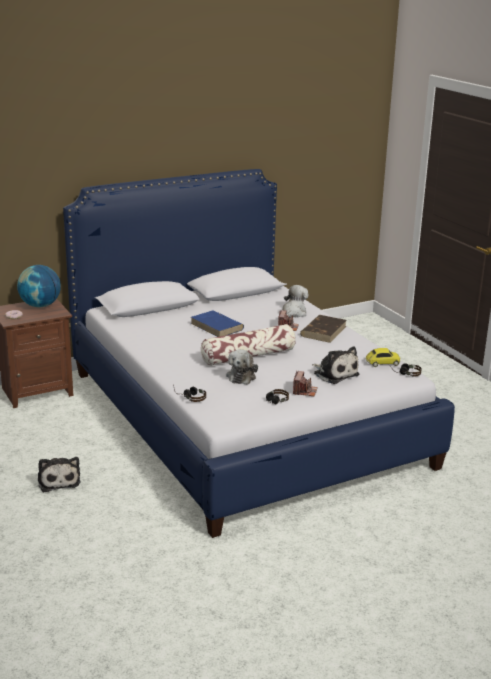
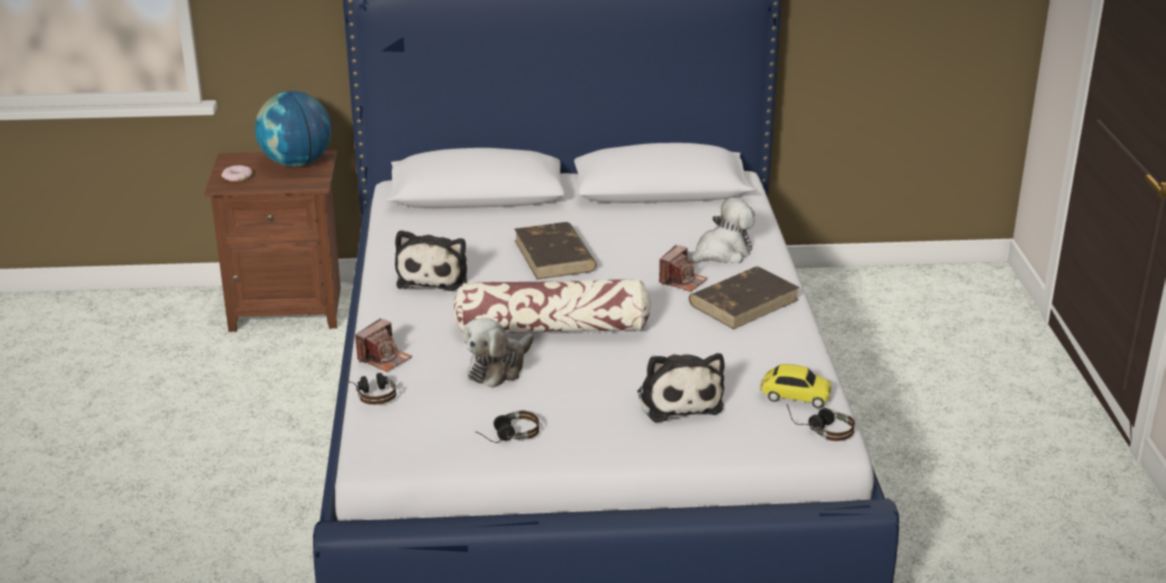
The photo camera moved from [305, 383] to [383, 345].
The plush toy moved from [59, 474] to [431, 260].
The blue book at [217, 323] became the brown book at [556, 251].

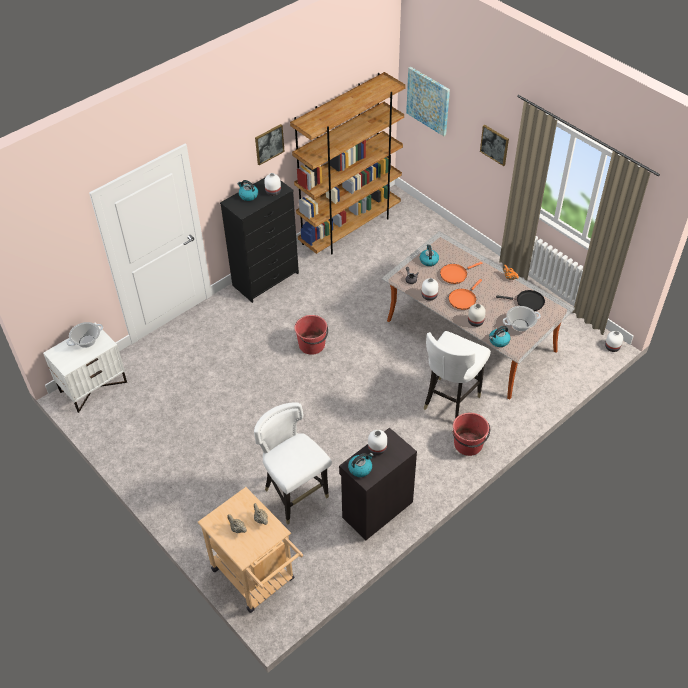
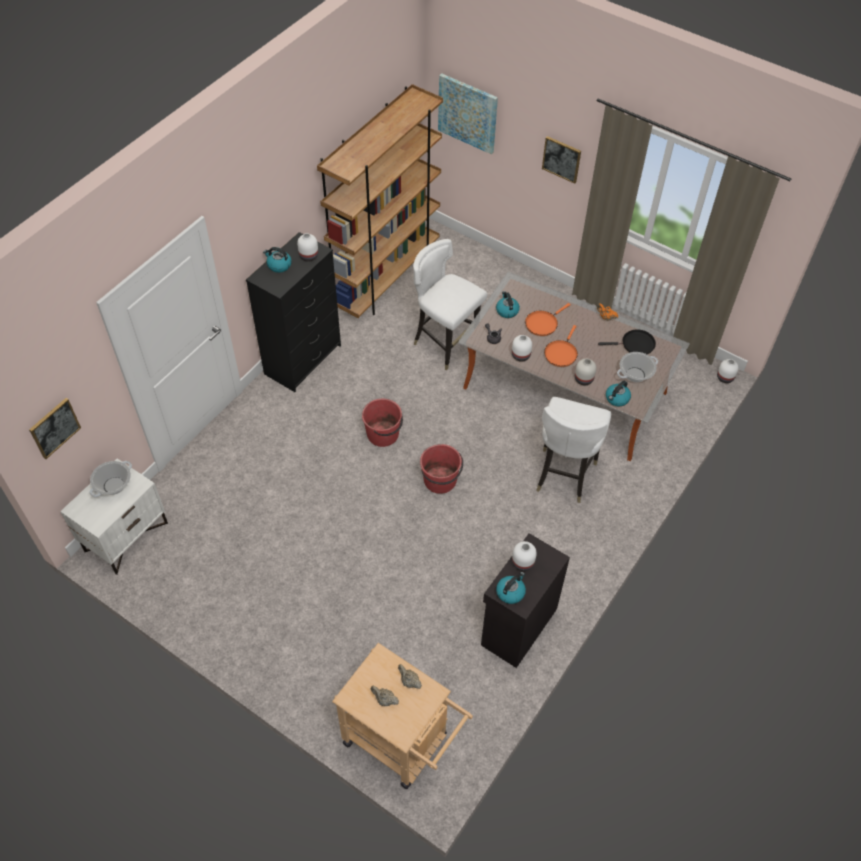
The picture moved from [269, 144] to [55, 428].
The white chair moved from [293, 463] to [450, 305].
The red bucket moved from [472, 434] to [441, 469].

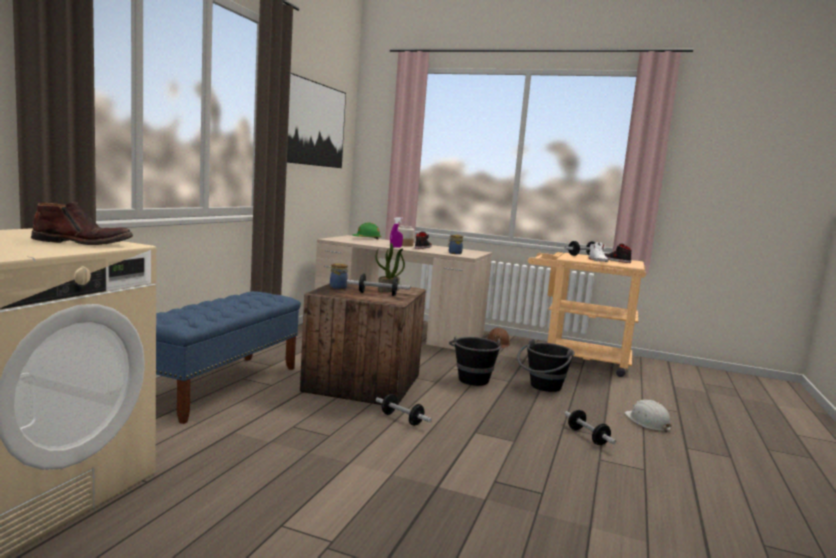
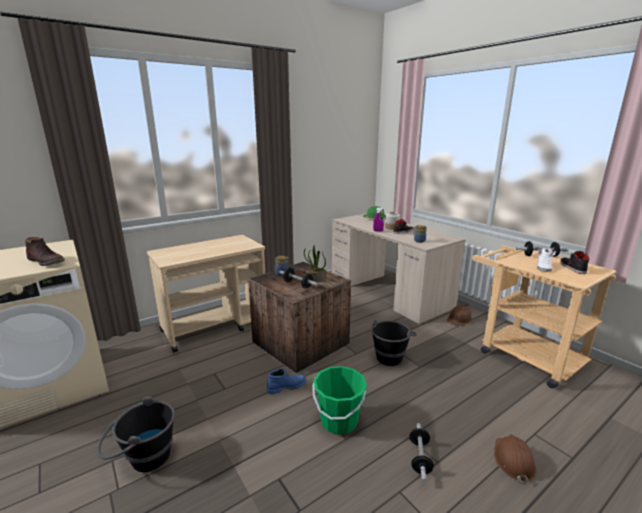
The black bucket moved from [546, 365] to [136, 434].
The blue bench at [228, 357] was replaced by the beige cart at [206, 294].
The dumbbell at [404, 410] was replaced by the blue boot at [286, 381].
The green bucket at [339, 400] appeared.
The white hard hat at [648, 416] became the brown hard hat at [515, 459].
The picture at [316, 120] disappeared.

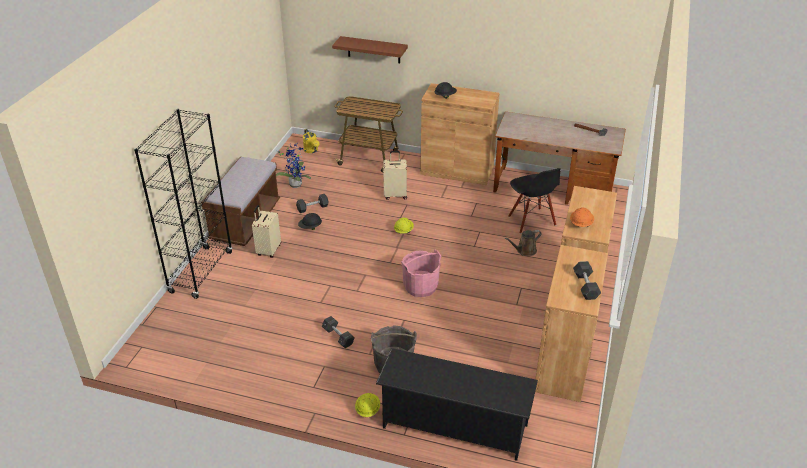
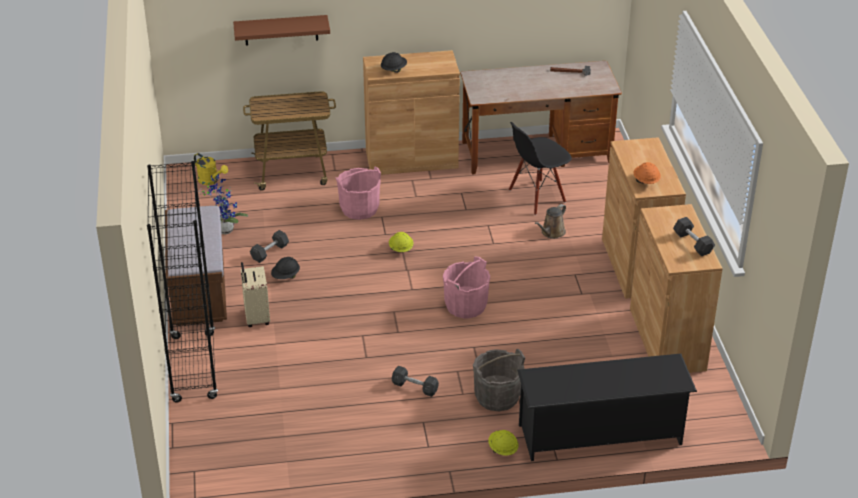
The beige suitcase at [395, 175] was replaced by the pink bucket at [358, 193].
The black chair at [534, 201] turned 105 degrees clockwise.

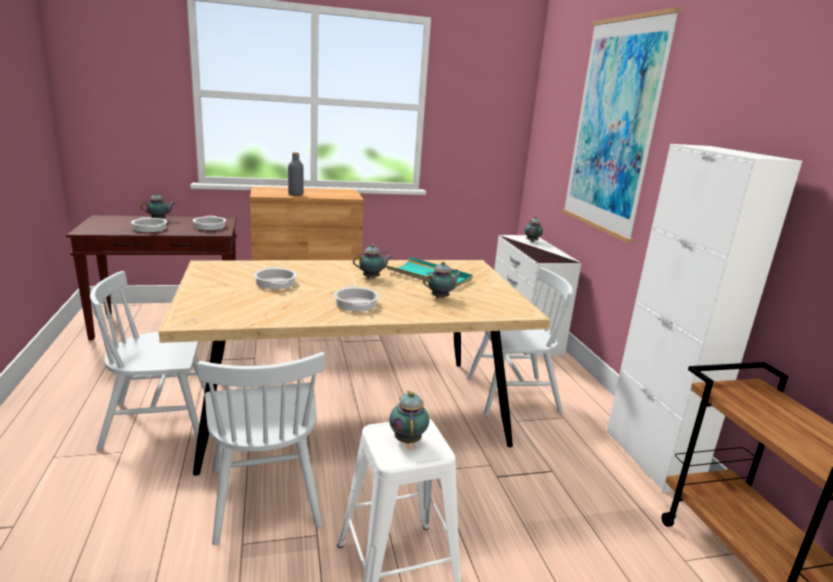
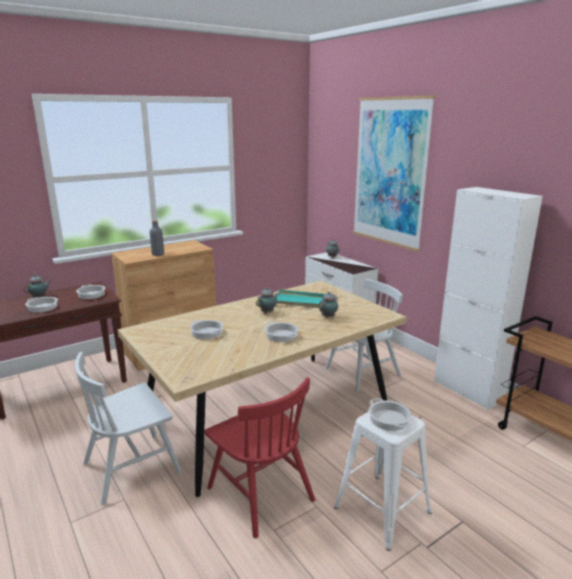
The white chair at [261, 448] became the red chair at [260, 457].
The teapot at [409, 417] was replaced by the cooking pot at [390, 414].

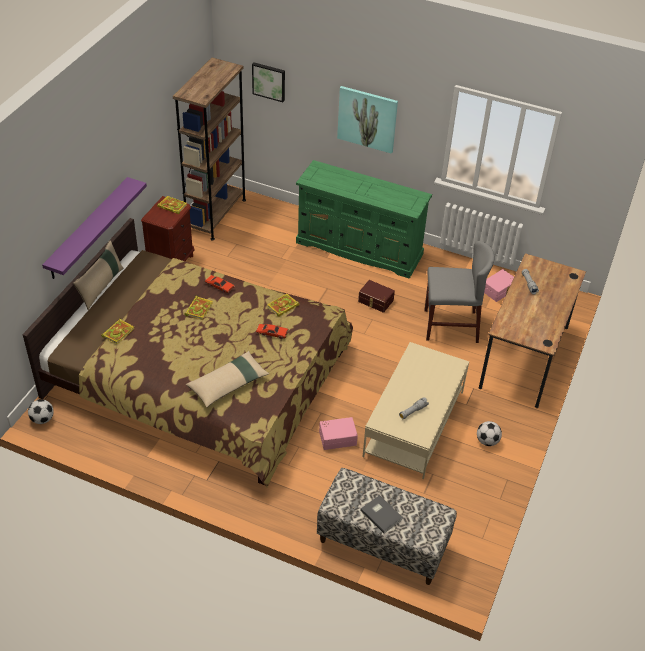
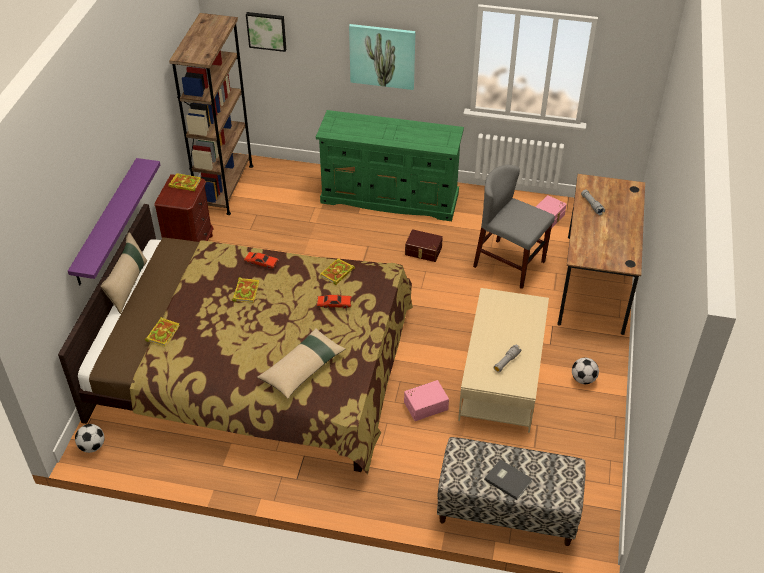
The grey chair at [460, 292] turned 135 degrees counterclockwise.

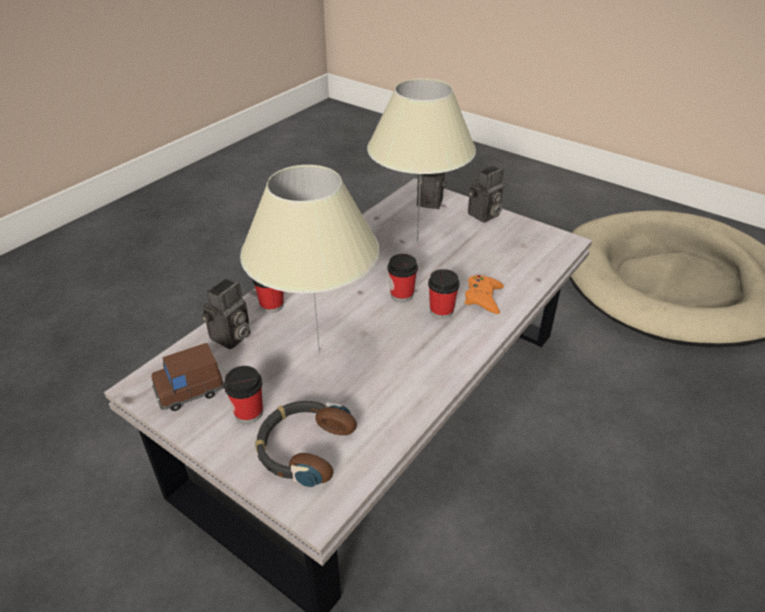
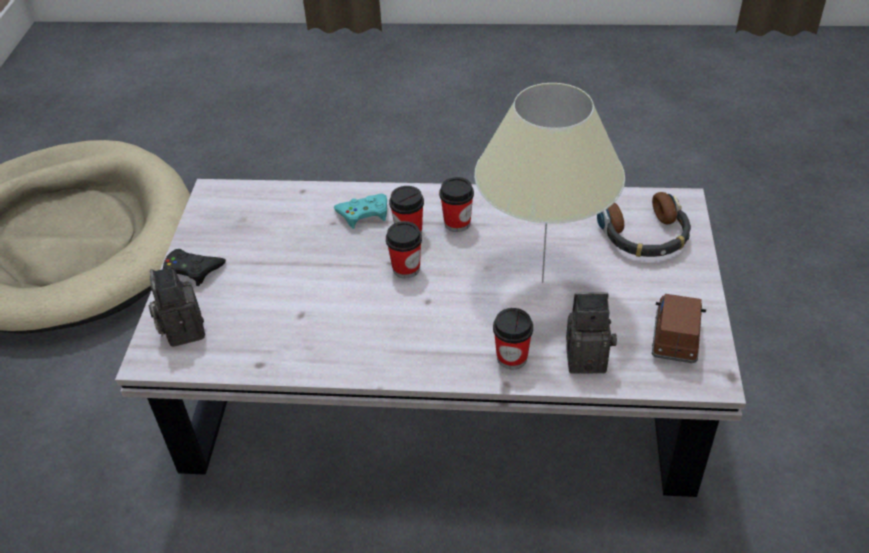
The photo camera at [486, 194] was replaced by the black game controller at [194, 267].
The orange game controller at [484, 294] became the turquoise game controller at [360, 211].
The cup moved from [243, 395] to [456, 204].
The brown toy car at [187, 377] turned 105 degrees counterclockwise.
The beige table lamp at [421, 159] disappeared.

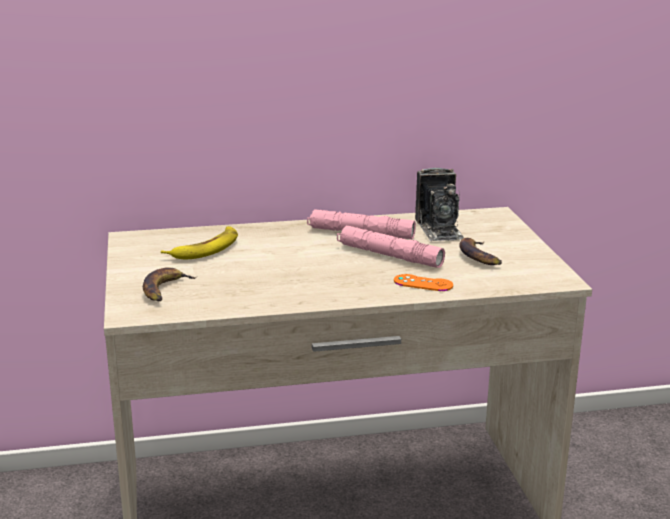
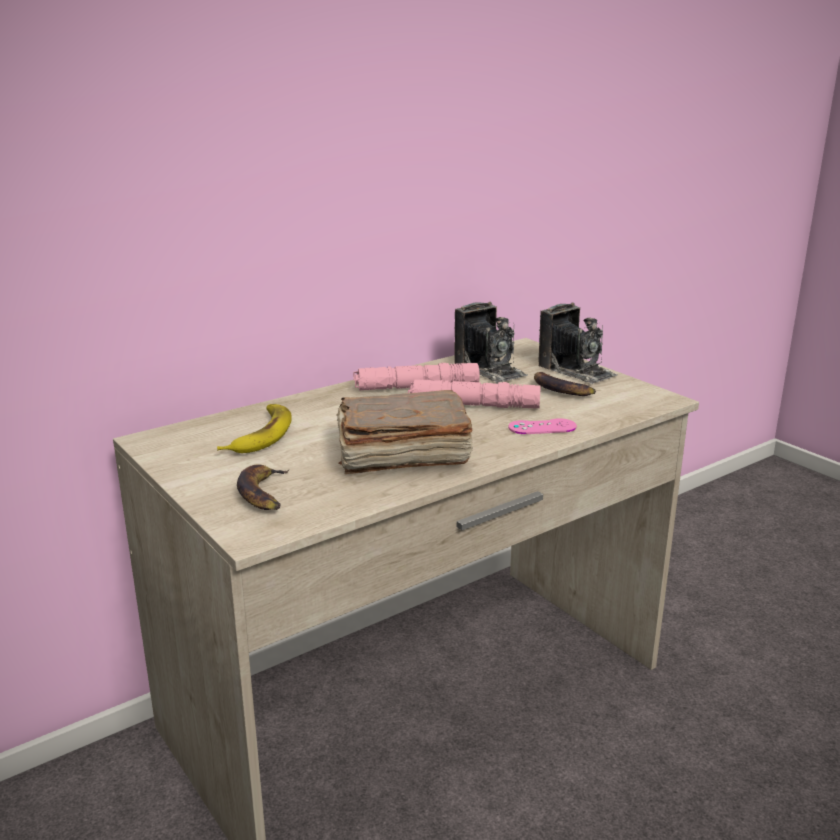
The brown book at [405, 432] appeared.
The orange game controller at [423, 282] became the pink game controller at [542, 426].
The photo camera at [577, 343] appeared.

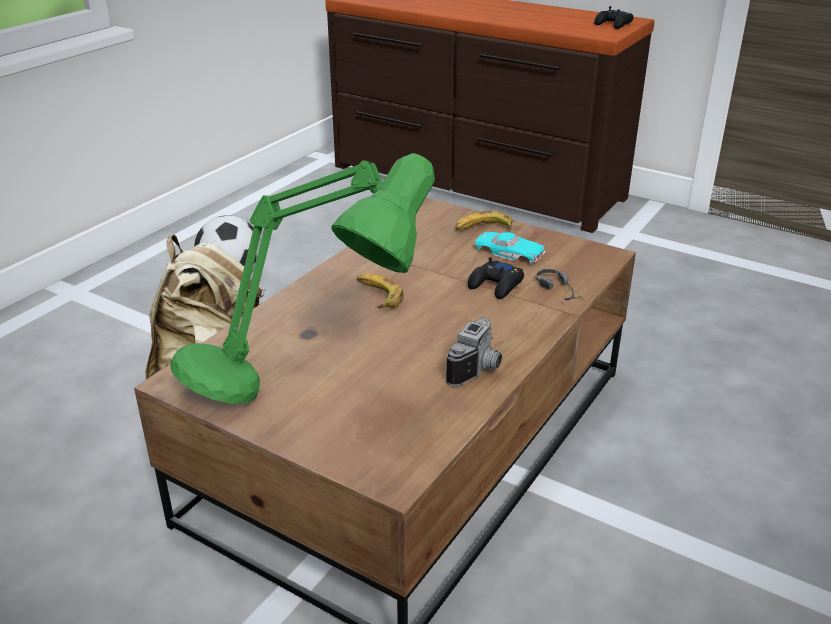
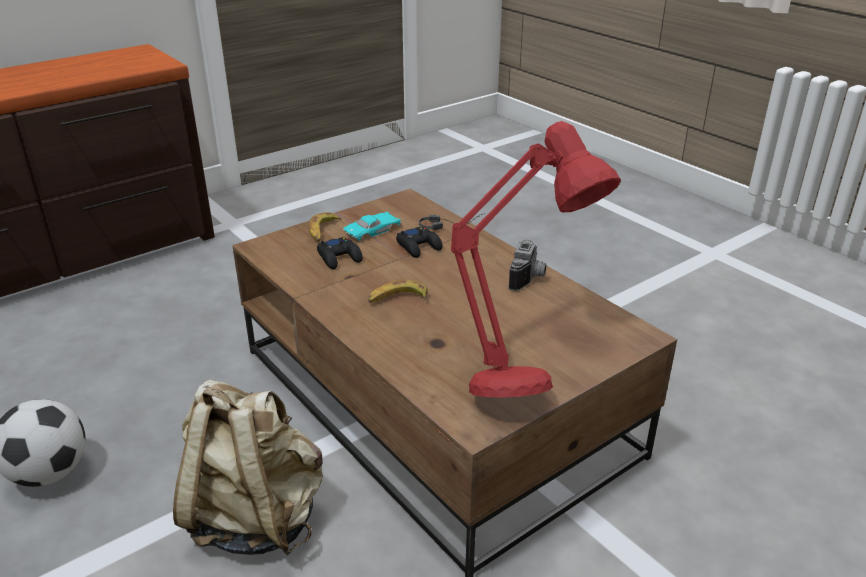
The black game controller moved from [614, 17] to [340, 253].
The green table lamp at [302, 278] became the red table lamp at [536, 259].
The photo camera at [474, 352] turned 60 degrees clockwise.

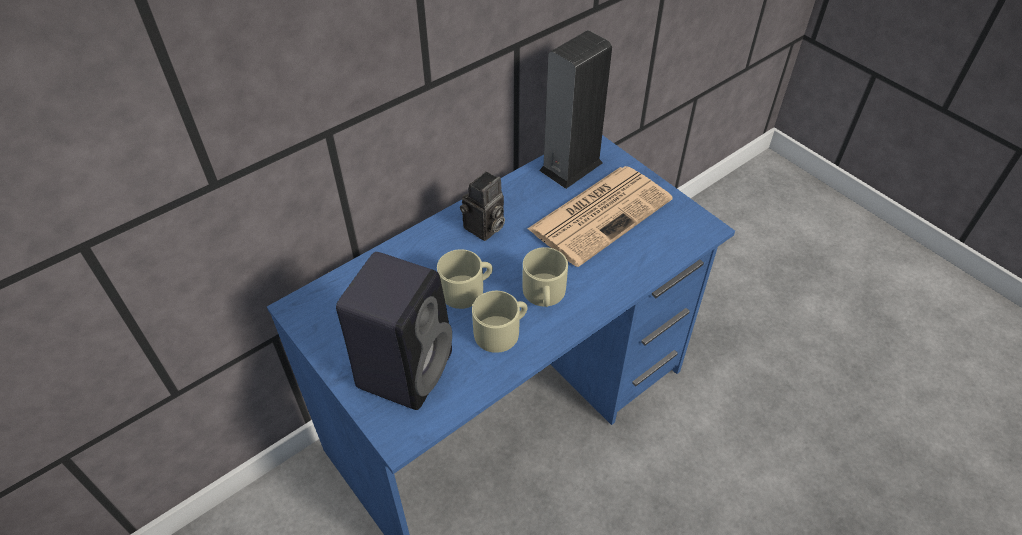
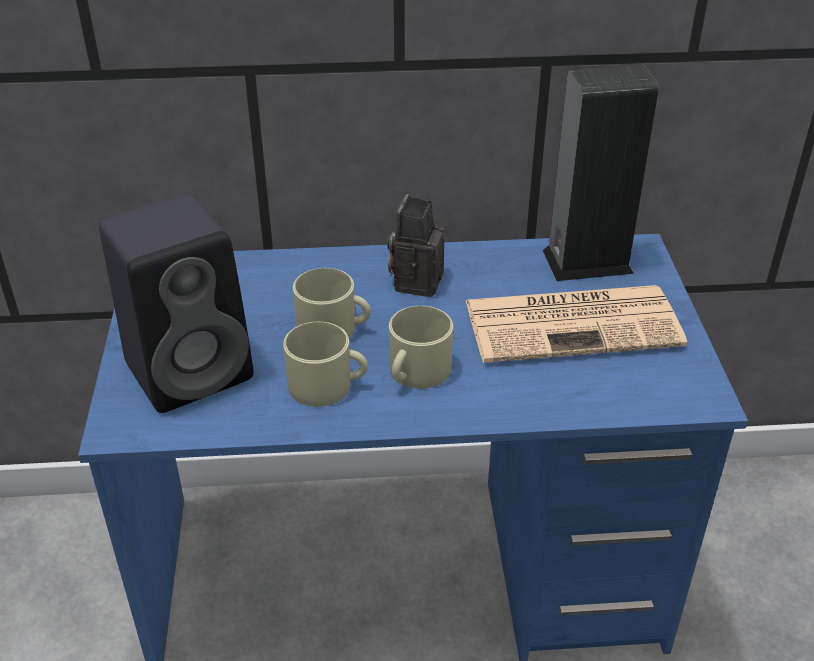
The photo camera at [482, 206] turned 120 degrees clockwise.

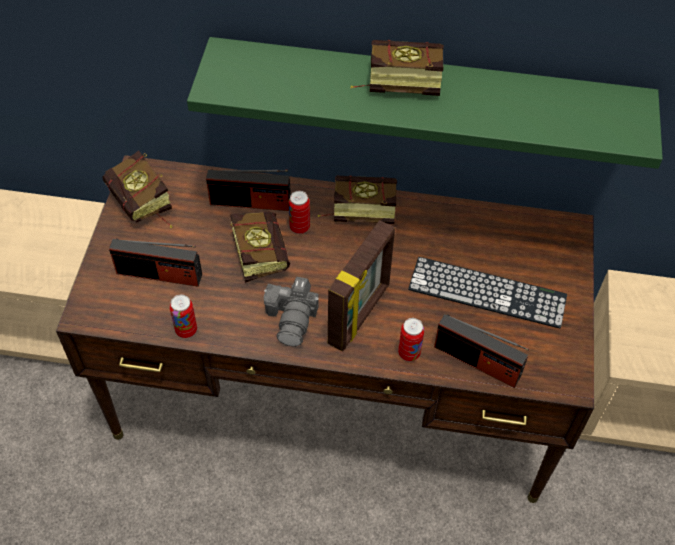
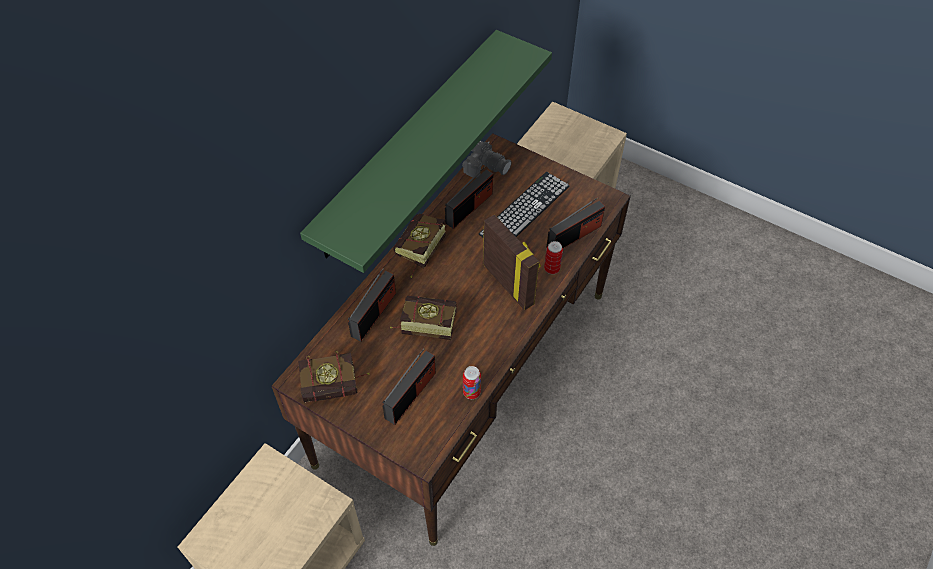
The radio at [469, 197] appeared.
The photo camera moved from [291, 312] to [486, 159].
The can at [299, 212] disappeared.
The book at [397, 68] disappeared.

